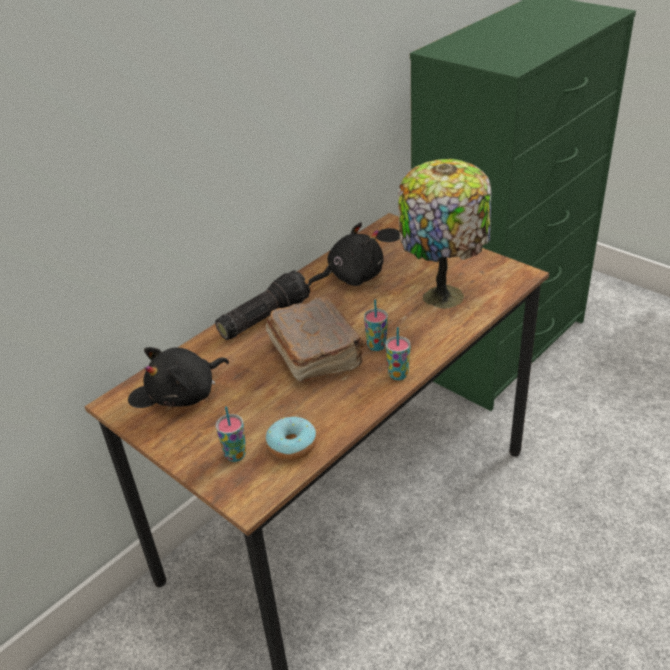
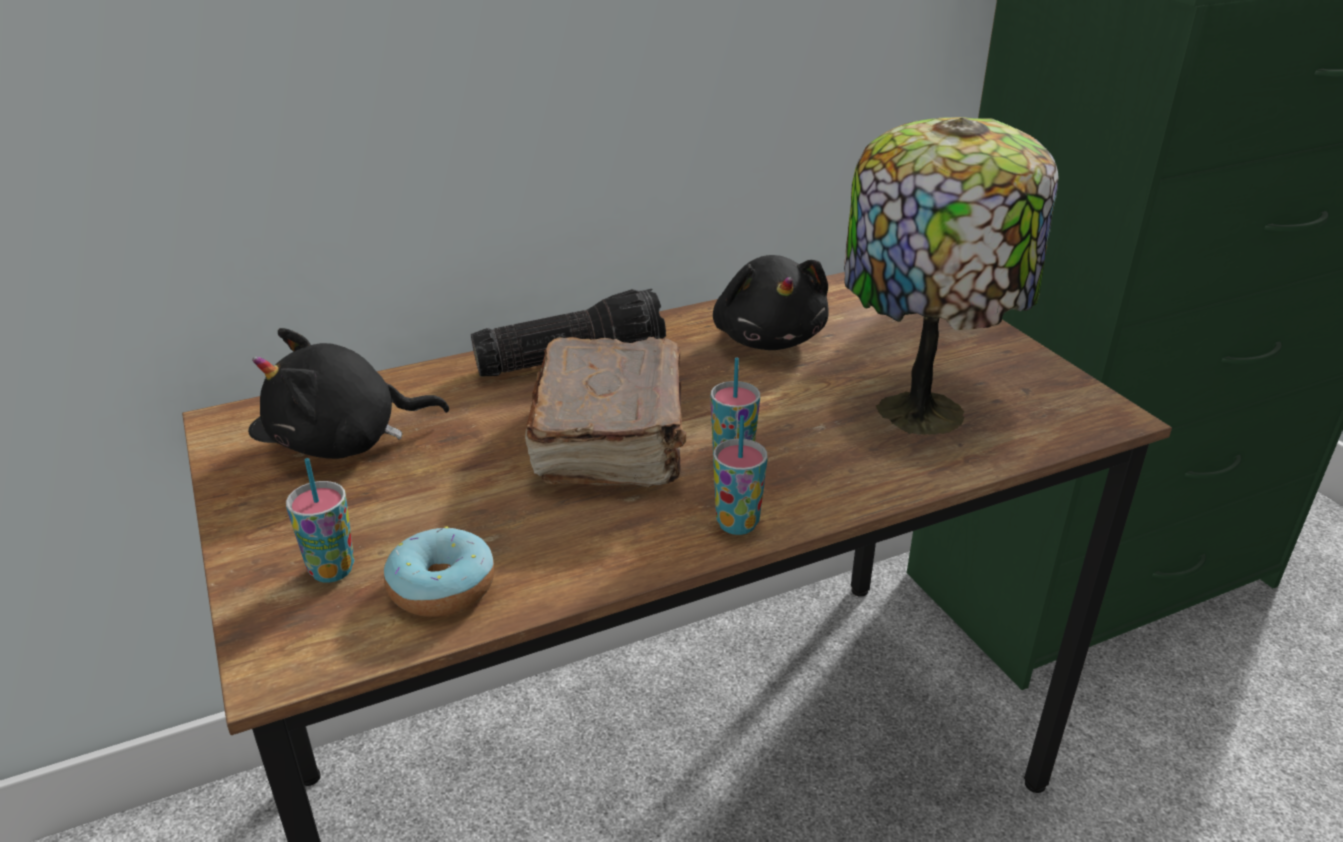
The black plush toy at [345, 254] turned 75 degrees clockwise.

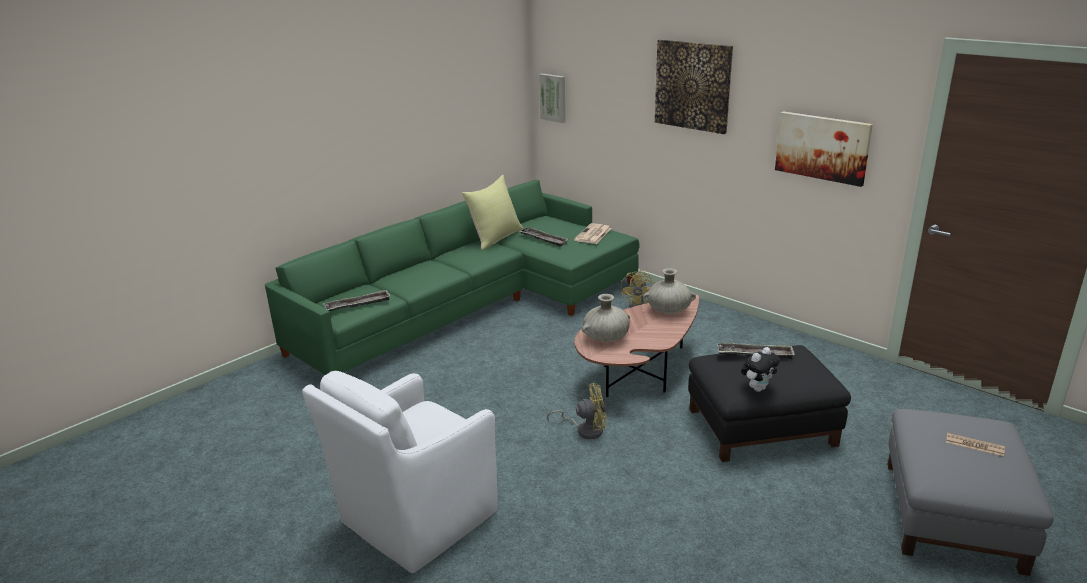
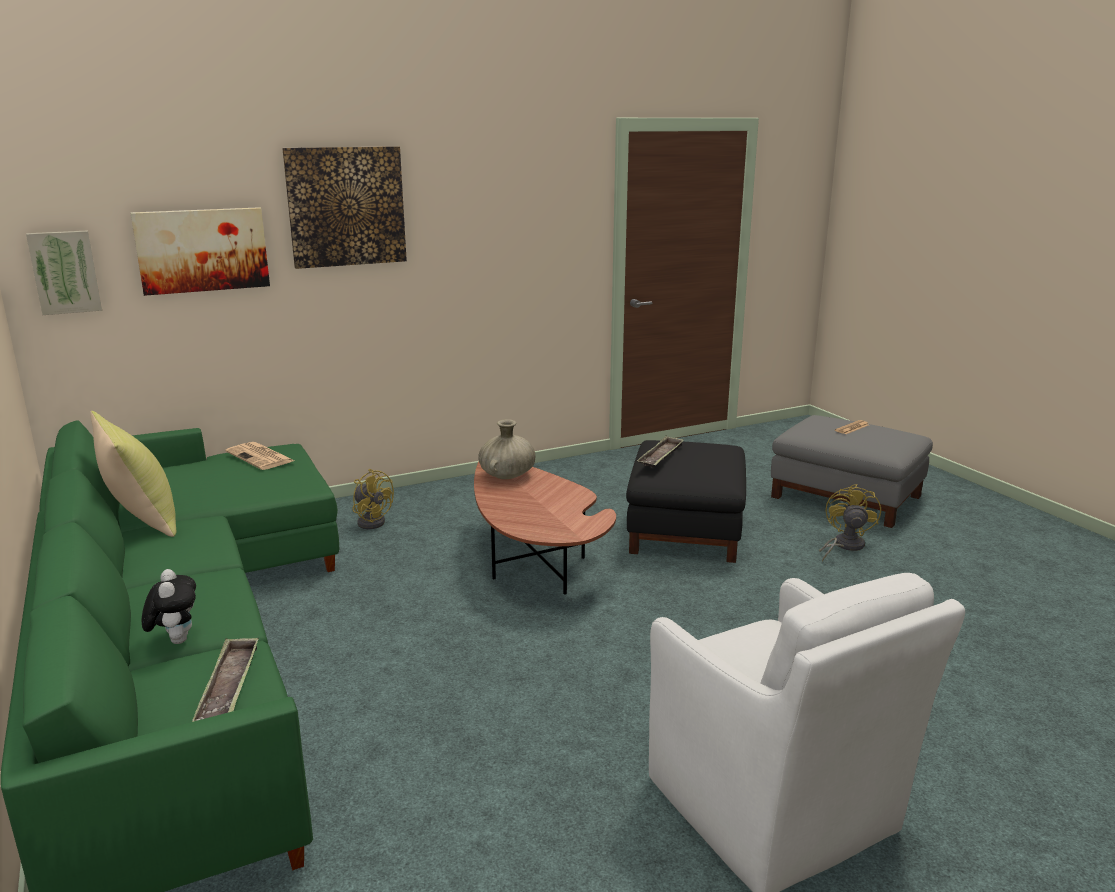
The picture moved from [824, 149] to [200, 251].
The plush toy moved from [760, 369] to [169, 606].
The yellow fan moved from [577, 411] to [850, 522].
The tray at [544, 237] disappeared.
The beige vase at [606, 318] disappeared.

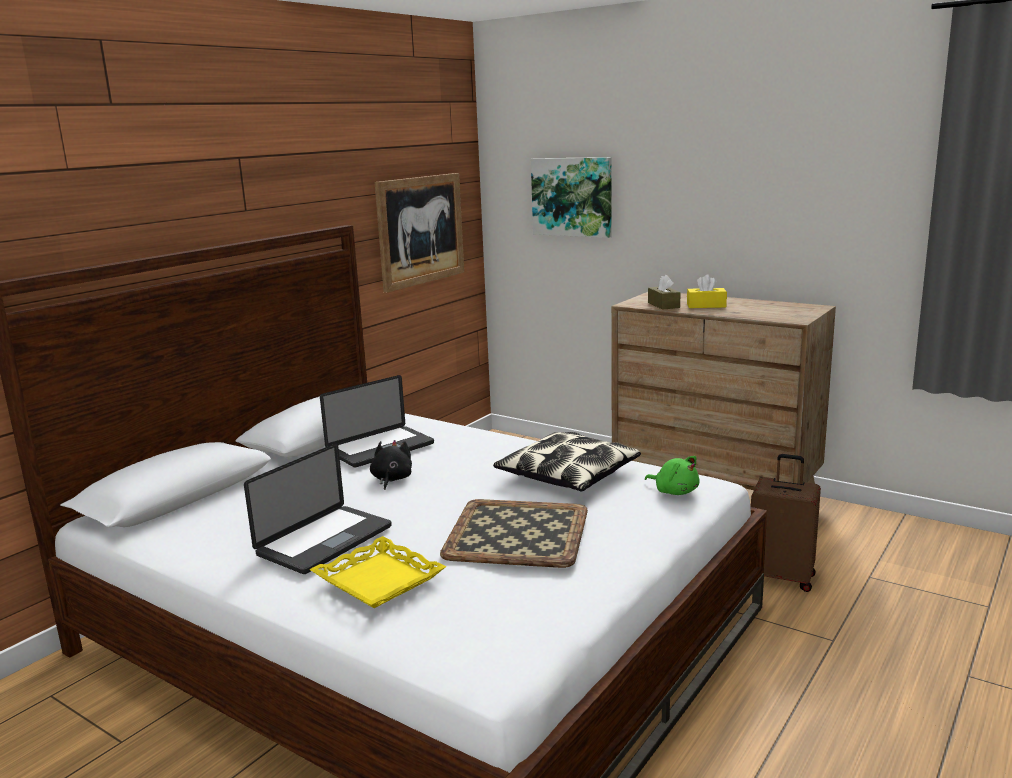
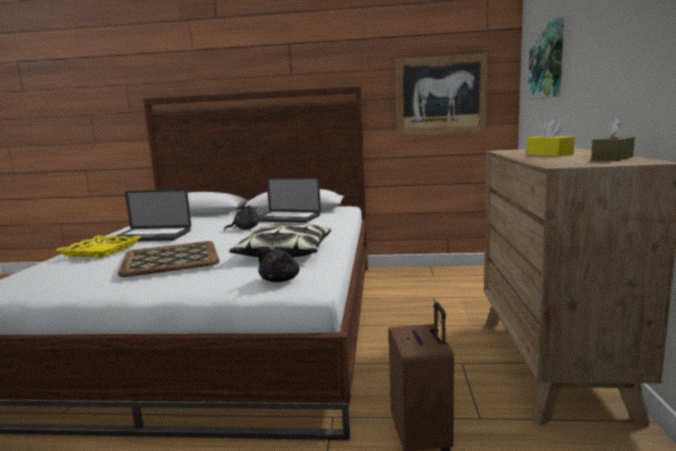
The green plush toy at [672, 475] became the black plush toy at [279, 265].
The brown tissue box moved from [664, 292] to [613, 139].

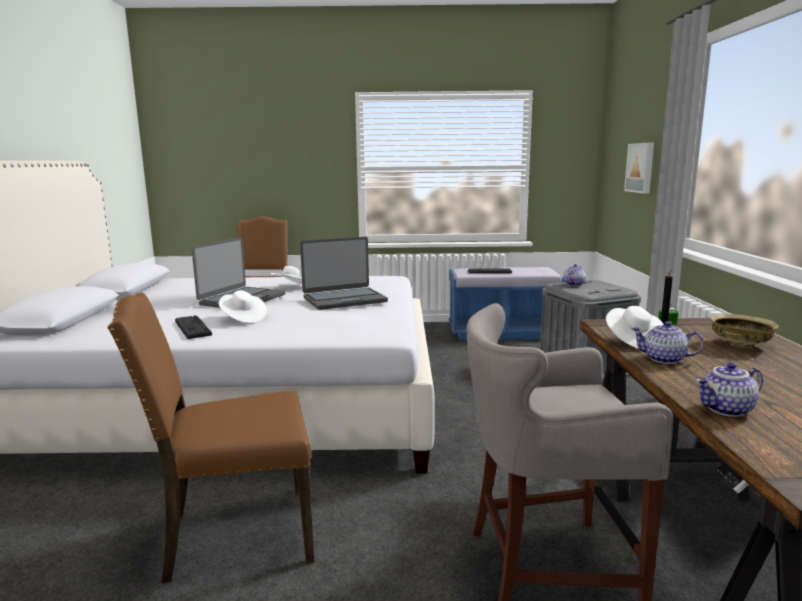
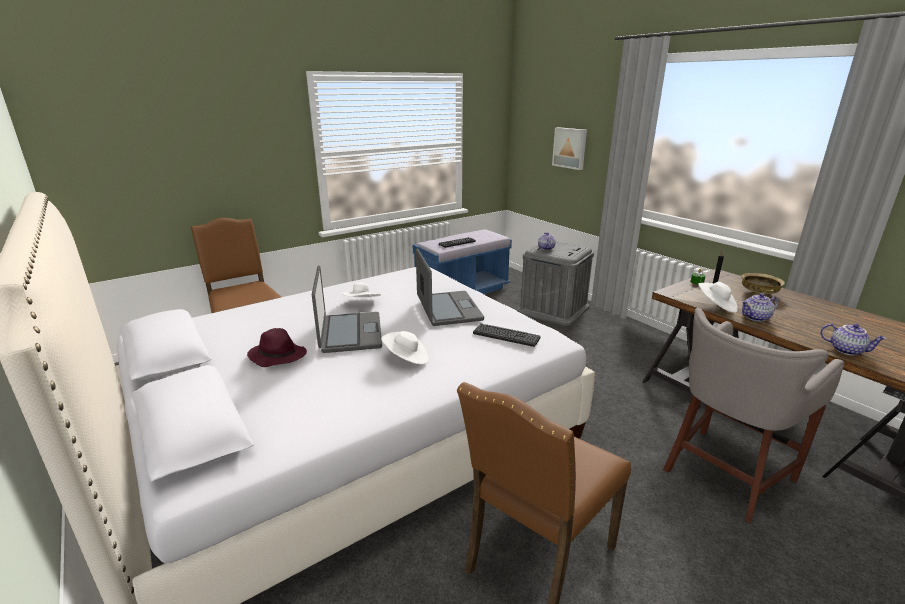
The purple hat at [277, 347] appeared.
The laptop at [344, 273] turned 45 degrees counterclockwise.
The keyboard moved from [193, 327] to [506, 335].
The teapot at [729, 389] turned 90 degrees counterclockwise.

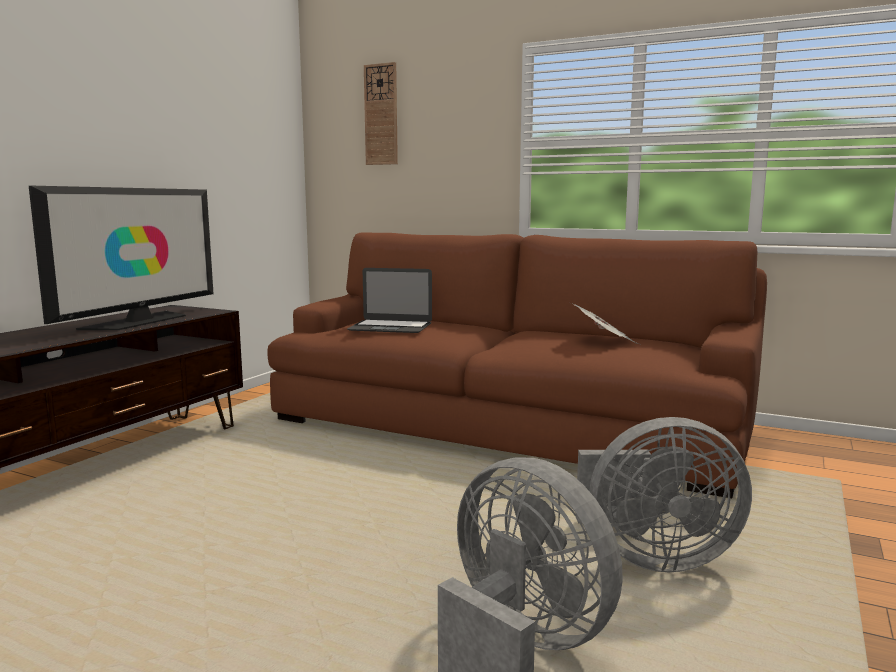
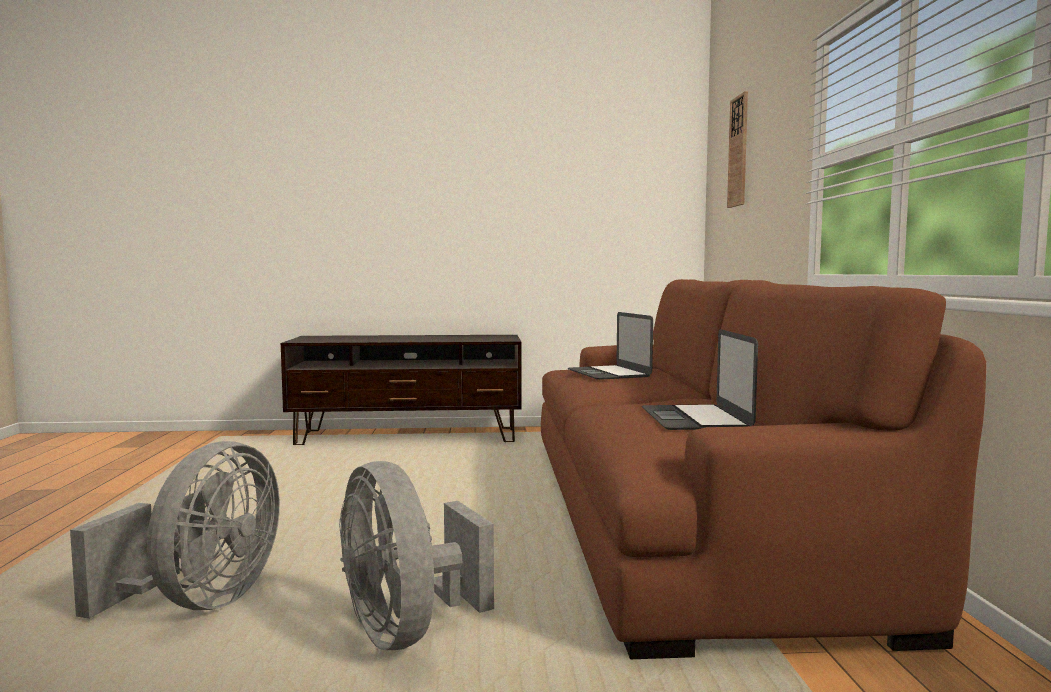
The newspaper at [604, 323] was replaced by the laptop at [700, 379].
The television at [121, 258] disappeared.

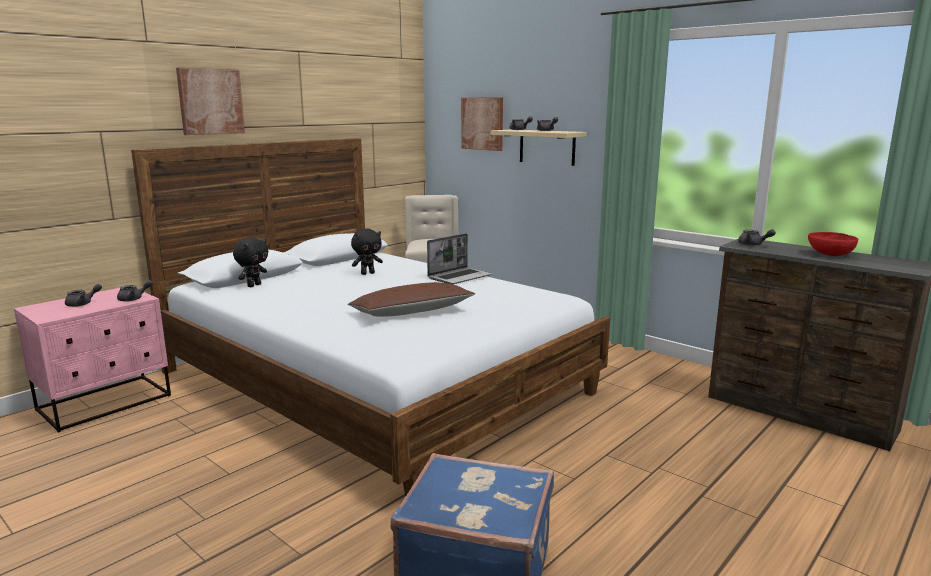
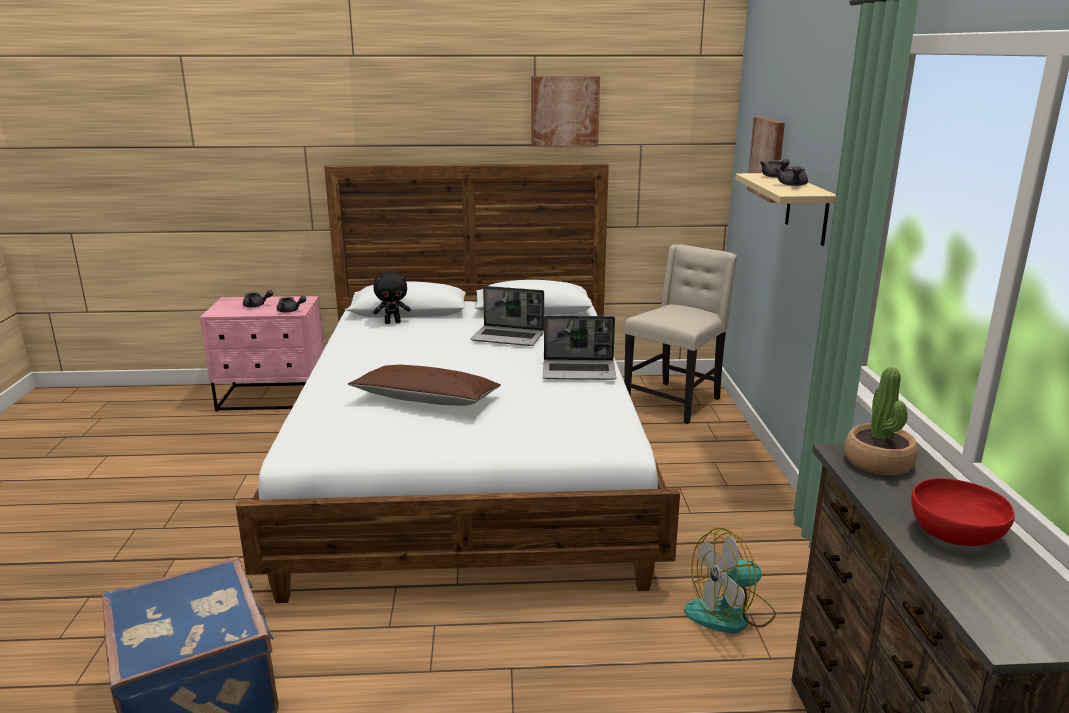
The black plush toy at [367, 252] was replaced by the laptop at [507, 316].
The picture moved from [210, 101] to [565, 111].
The fan at [730, 580] appeared.
The grey teapot at [757, 237] was replaced by the potted plant at [881, 421].

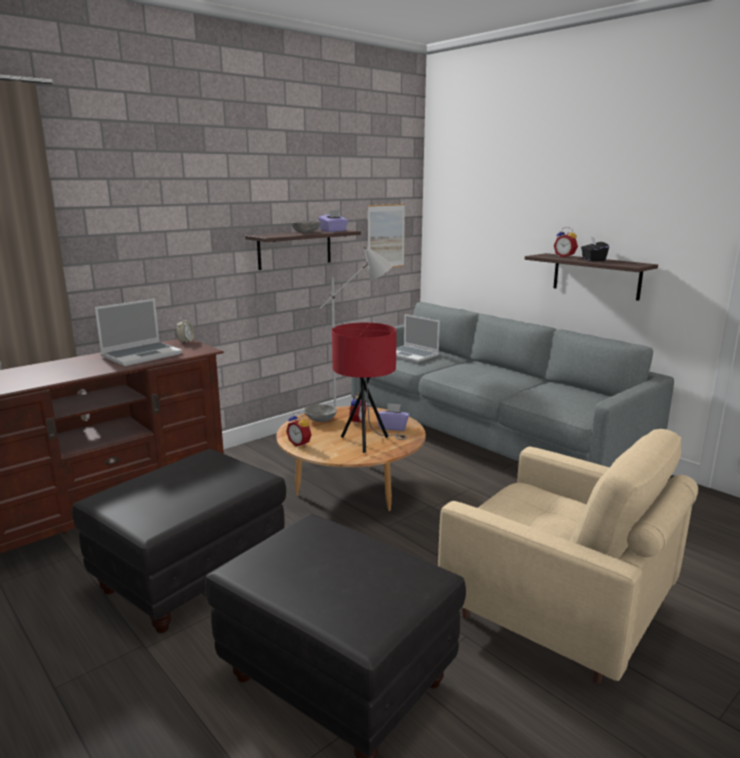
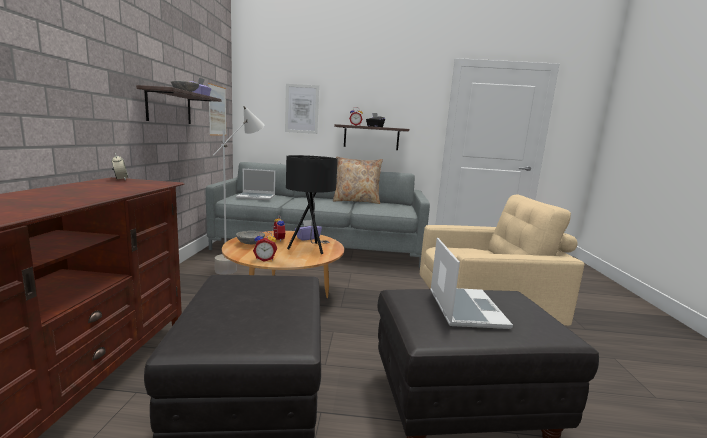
The picture at [302, 109] appeared.
The red table lamp at [369, 388] became the black table lamp at [312, 204].
The beige pillow at [358, 180] appeared.
The laptop moved from [138, 332] to [471, 283].

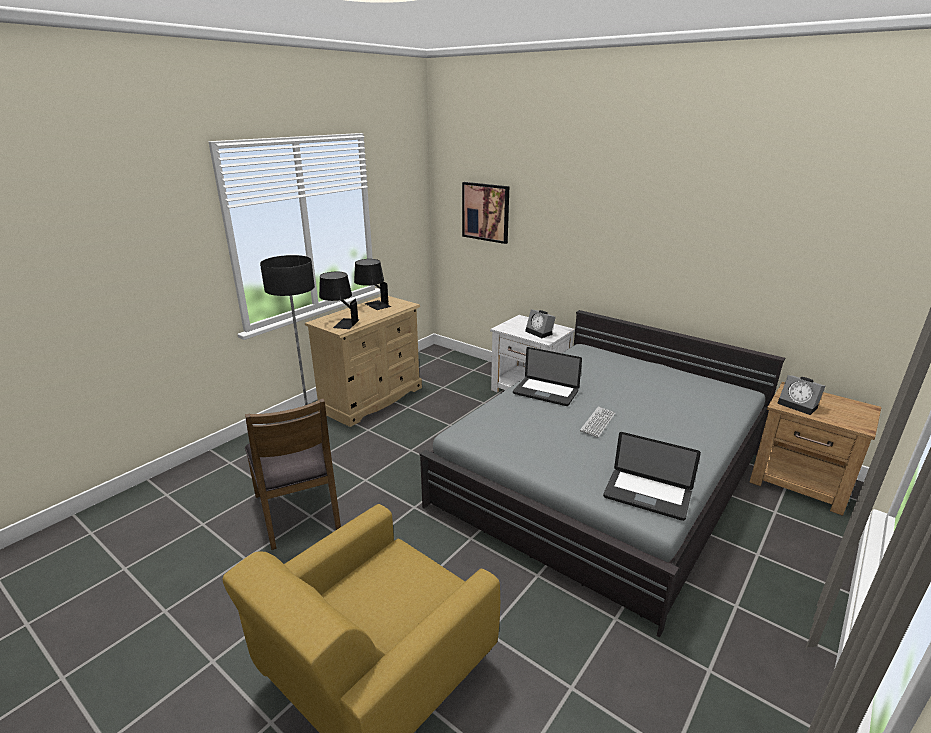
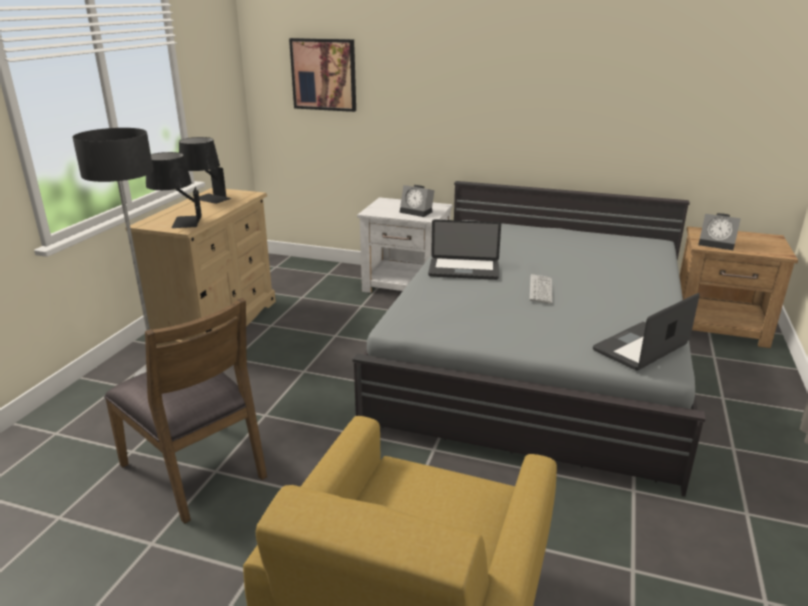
The laptop at [652, 476] turned 135 degrees clockwise.

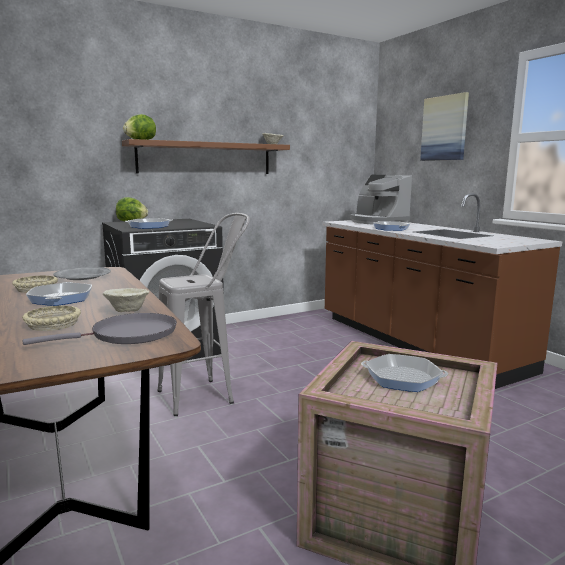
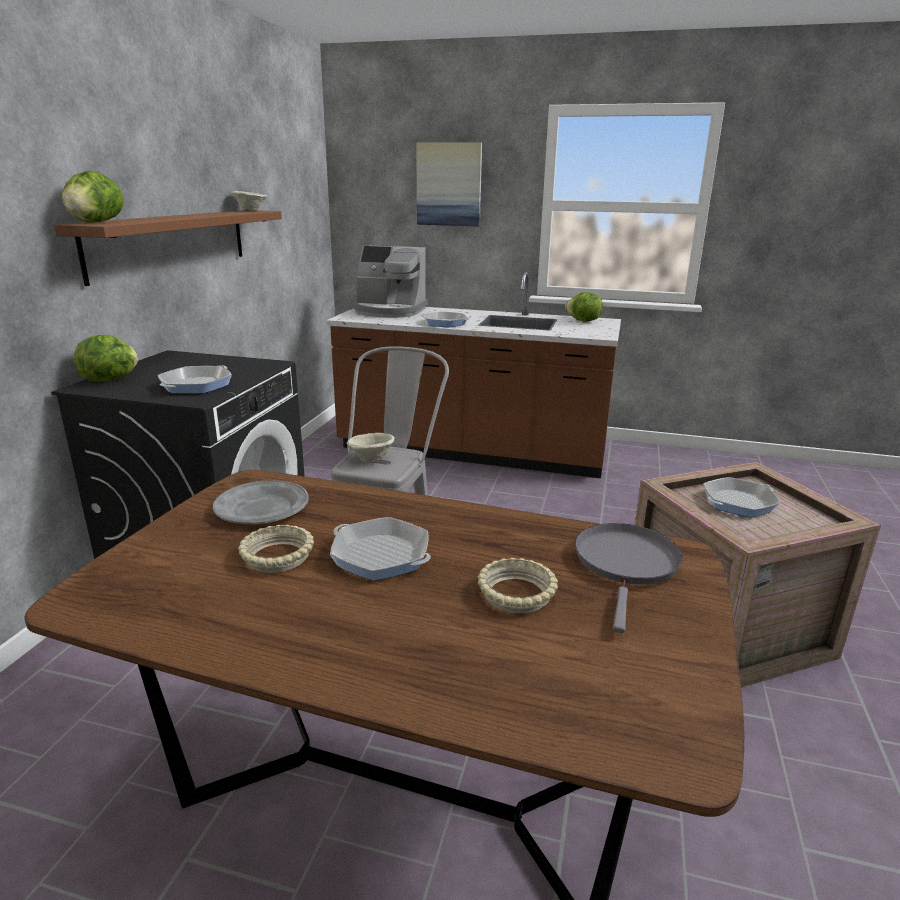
The beige bowl moved from [126, 300] to [371, 448].
The lettuce at [584, 307] appeared.

